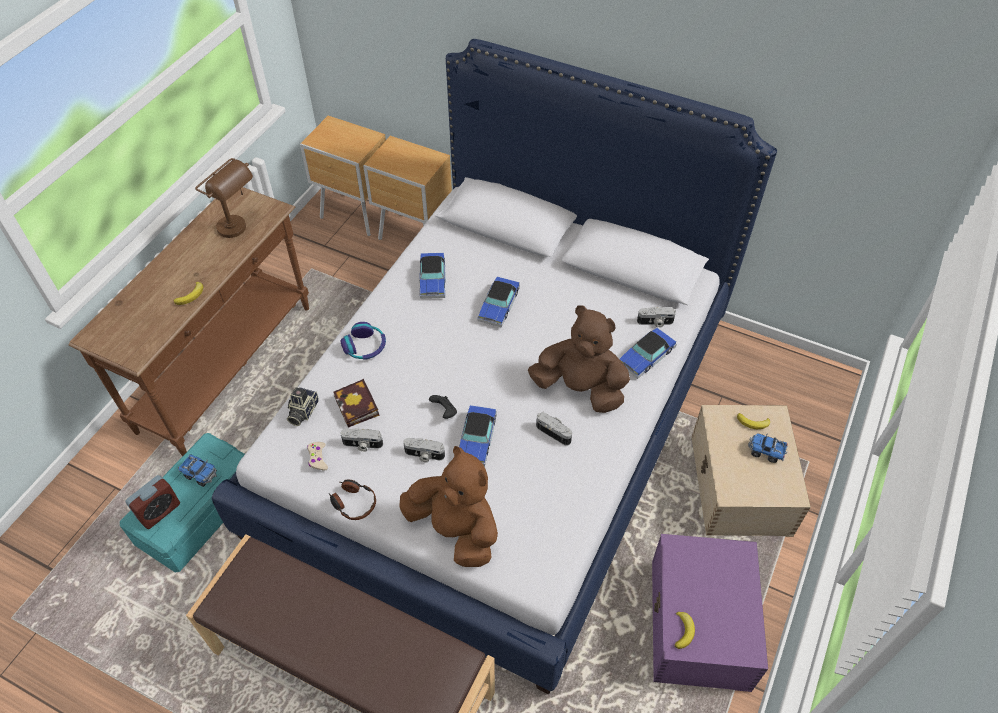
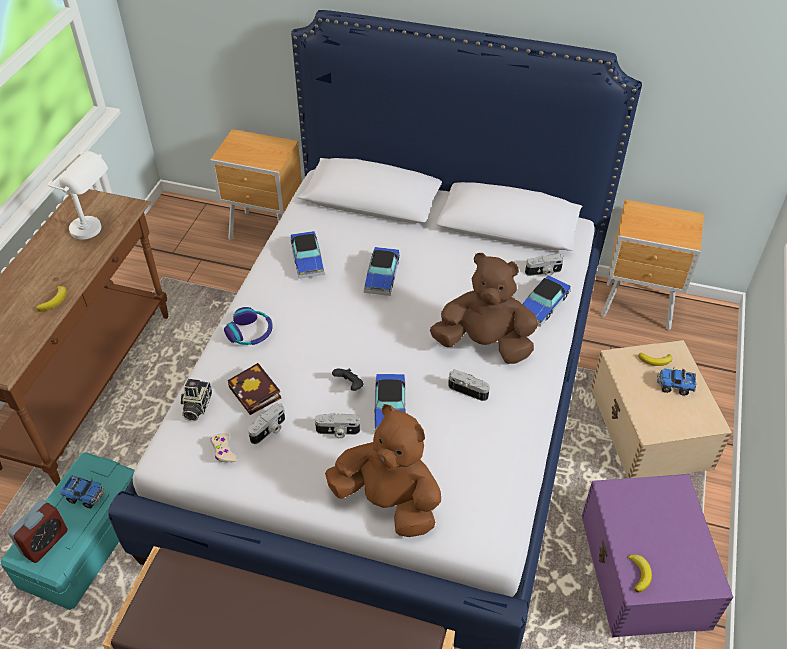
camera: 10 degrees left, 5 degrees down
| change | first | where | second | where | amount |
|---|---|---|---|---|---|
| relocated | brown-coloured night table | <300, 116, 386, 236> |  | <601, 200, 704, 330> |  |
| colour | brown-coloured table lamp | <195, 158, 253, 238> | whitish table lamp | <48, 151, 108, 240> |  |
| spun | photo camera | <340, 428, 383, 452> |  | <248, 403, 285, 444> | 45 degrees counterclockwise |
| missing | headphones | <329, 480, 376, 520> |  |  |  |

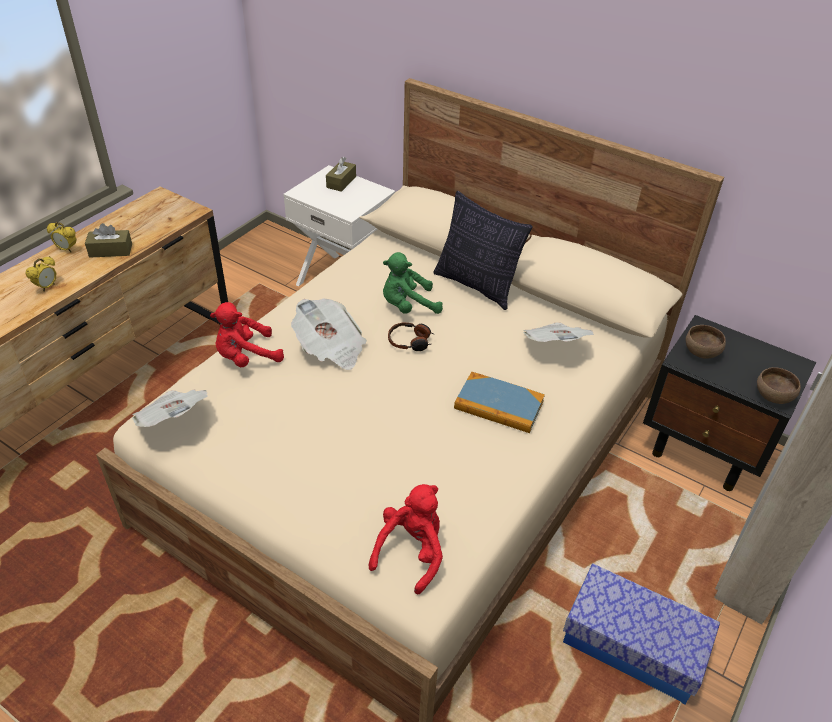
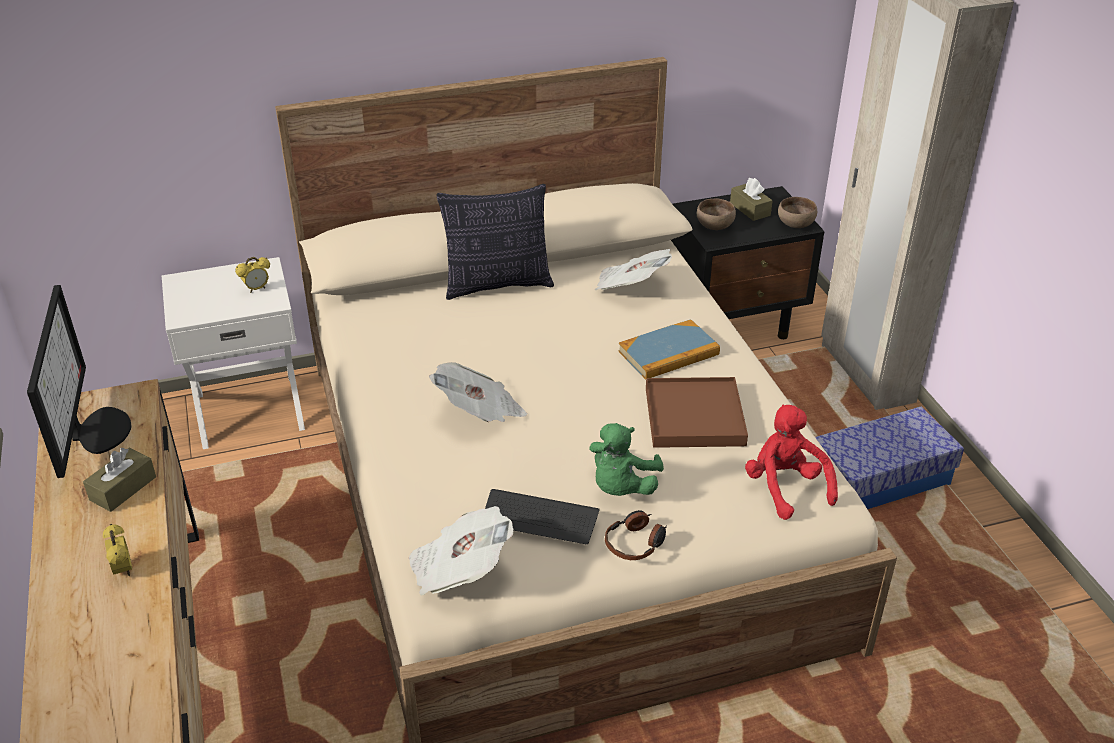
camera: 50 degrees left, 5 degrees down
| change | first | where | second | where | amount |
|---|---|---|---|---|---|
| relocated | brown-coloured box of tissues | <326, 157, 356, 192> |  | <730, 178, 773, 221> |  |
| relocated | bedside clock | <47, 222, 77, 252> |  | <235, 257, 270, 293> |  |
| relocated | green-coloured soft toy | <383, 252, 443, 314> |  | <589, 423, 664, 496> |  |
| missing | red-coloured soft toy | <210, 302, 284, 367> |  |  |  |
| relocated | headphones | <388, 323, 434, 351> |  | <605, 510, 667, 560> |  |
| appeared |  |  | monitor | <27, 285, 132, 478> |  |
| appeared |  |  | brown-coloured serving tray | <646, 377, 748, 448> |  |
| appeared |  |  | computer keyboard | <485, 489, 600, 544> |  |

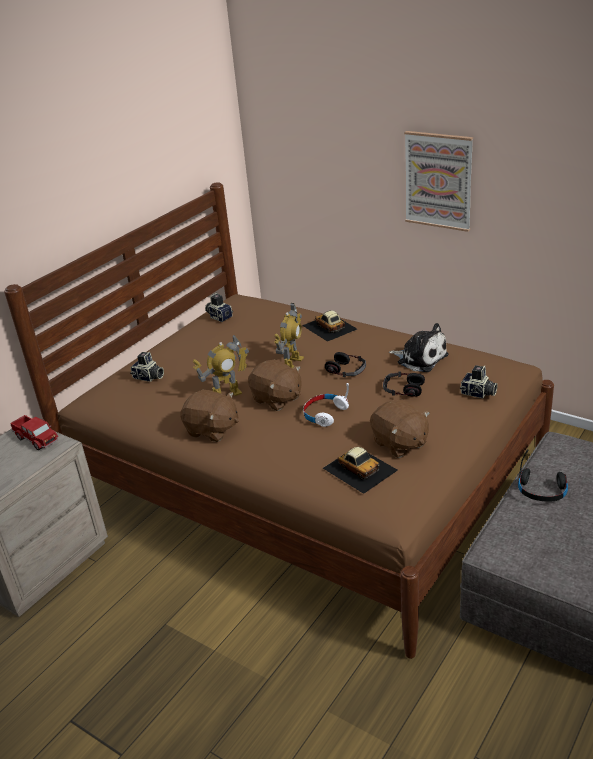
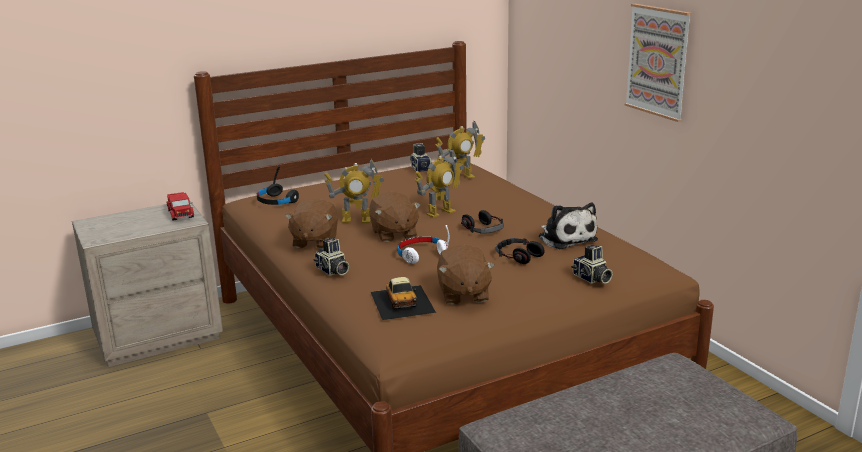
camera: 25 degrees right, 10 degrees down
| change | first | where | second | where | amount |
|---|---|---|---|---|---|
| missing | miniature car | <302, 310, 357, 342> |  |  |  |
| relocated | photo camera | <130, 352, 164, 382> |  | <313, 238, 349, 276> |  |
| spun | brown-coloured soft toy | <180, 390, 239, 442> |  | <285, 198, 338, 249> | 45 degrees clockwise |
| relocated | blackish headphones | <518, 449, 568, 502> |  | <257, 166, 299, 205> |  |
| appeared |  |  | toy robot | <436, 121, 485, 179> |  |

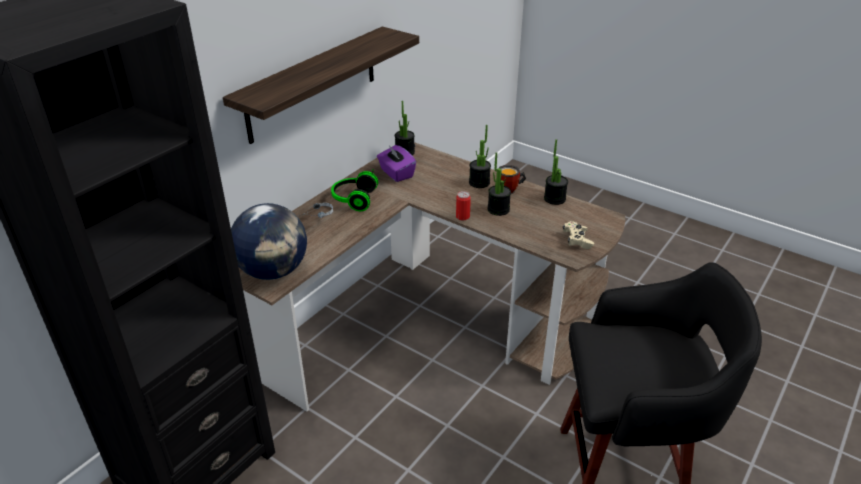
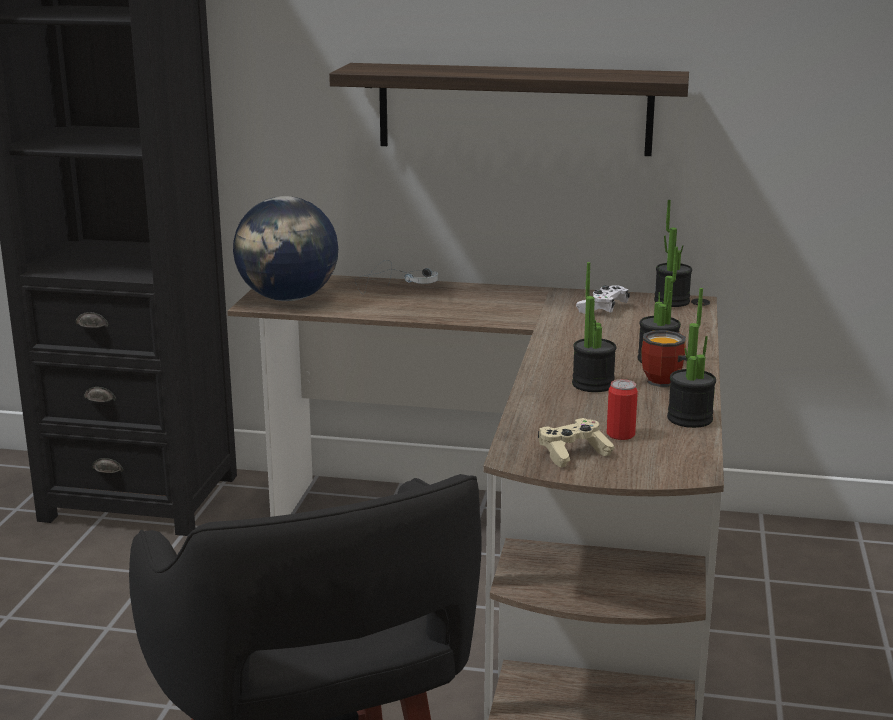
camera: 65 degrees right, 15 degrees down
| change | first | where | second | where | amount |
|---|---|---|---|---|---|
| exchanged | purple box of tissues | <377, 144, 416, 182> | whitish game controller | <576, 285, 630, 314> |  |
| missing | headphones | <331, 170, 378, 211> |  |  |  |
| relocated | metal can | <456, 191, 471, 221> |  | <607, 379, 638, 440> |  |

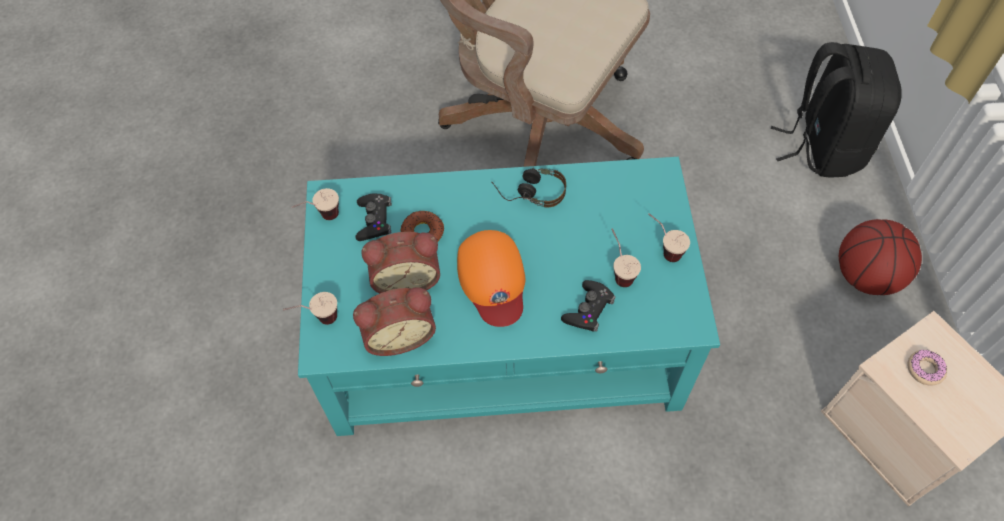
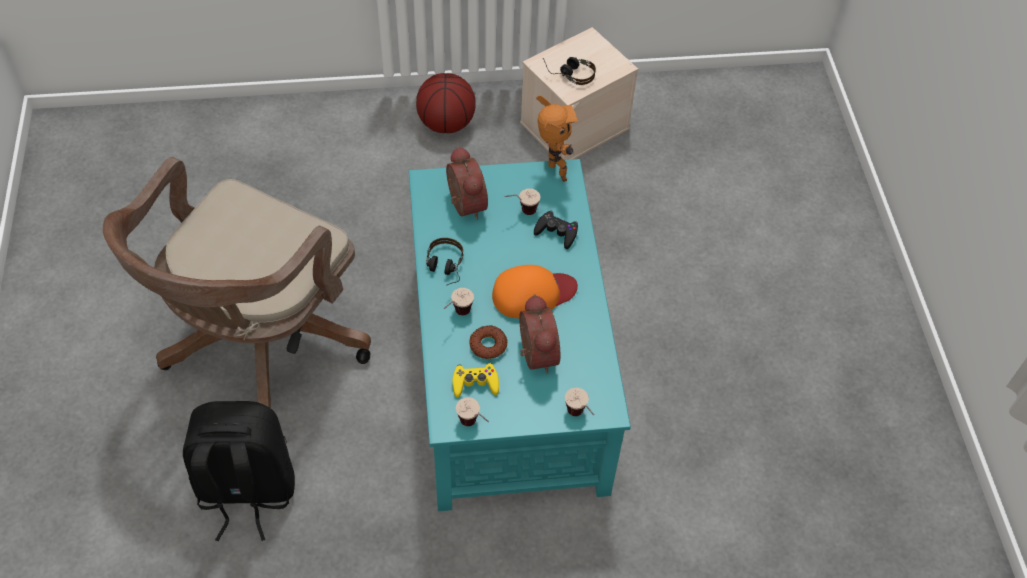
camera: 95 degrees left, 5 degrees down
| change | first | where | second | where | amount |
|---|---|---|---|---|---|
| relocated | blackish backpack | <771, 42, 902, 178> |  | <183, 401, 295, 541> |  |
| colour | blackish game controller | <355, 193, 392, 241> | yellow game controller | <452, 363, 499, 398> |  |
| relocated | cup | <648, 213, 690, 262> |  | <444, 288, 474, 315> |  |
| relocated | bedside clock | <353, 287, 436, 356> |  | <446, 146, 488, 220> |  |
| exchanged | ring doughnut | <908, 350, 947, 386> | headphones | <543, 57, 596, 85> |  |
| appeared |  |  | toy robot | <536, 95, 578, 182> |  |

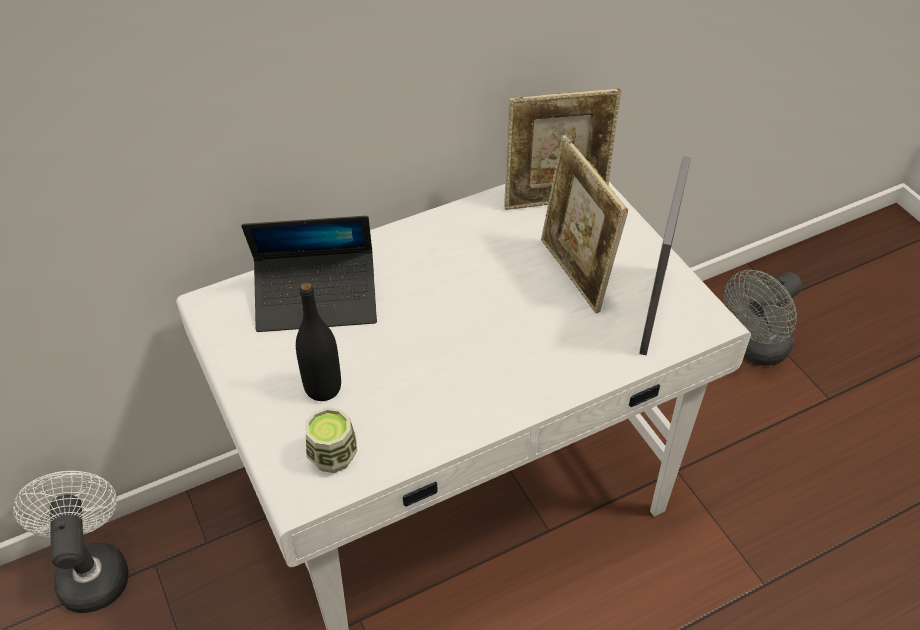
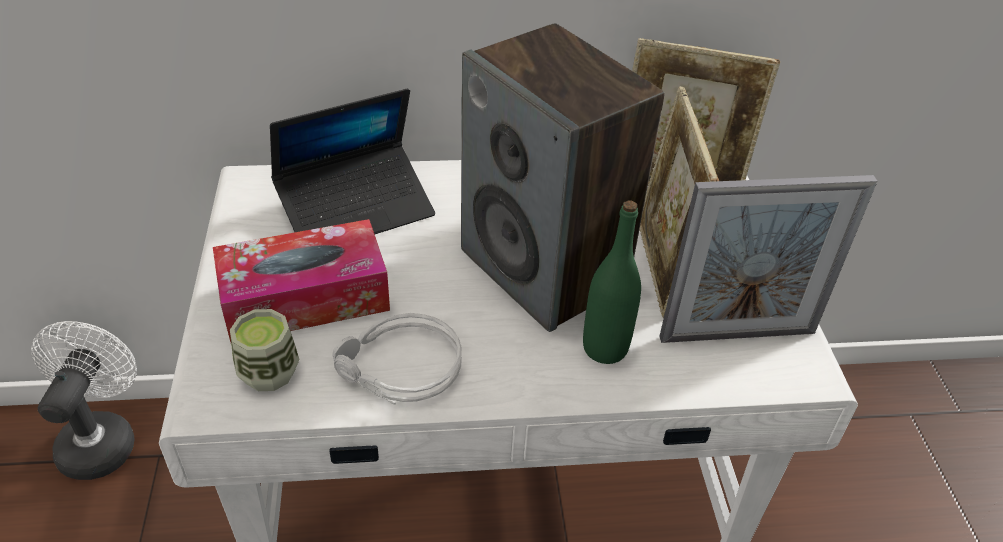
camera: 20 degrees right, 5 degrees down
| change | first | where | second | where | amount |
|---|---|---|---|---|---|
| spun | picture frame | <640, 156, 691, 355> |  | <659, 175, 878, 343> | 135 degrees counterclockwise |
| spun | notebook computer | <242, 216, 377, 332> |  | <270, 88, 435, 234> | 45 degrees counterclockwise |
| missing | grey cooling fan | <724, 270, 803, 366> |  |  |  |
| exchanged | blackish drink bottle | <296, 282, 341, 401> | box of tissues | <213, 219, 390, 342> |  |
| appeared |  |  | audio speaker | <461, 23, 664, 332> |  |
| appeared |  |  | green-coloured drink bottle | <583, 200, 641, 364> |  |
| appeared |  |  | grey headphones | <332, 313, 462, 404> |  |

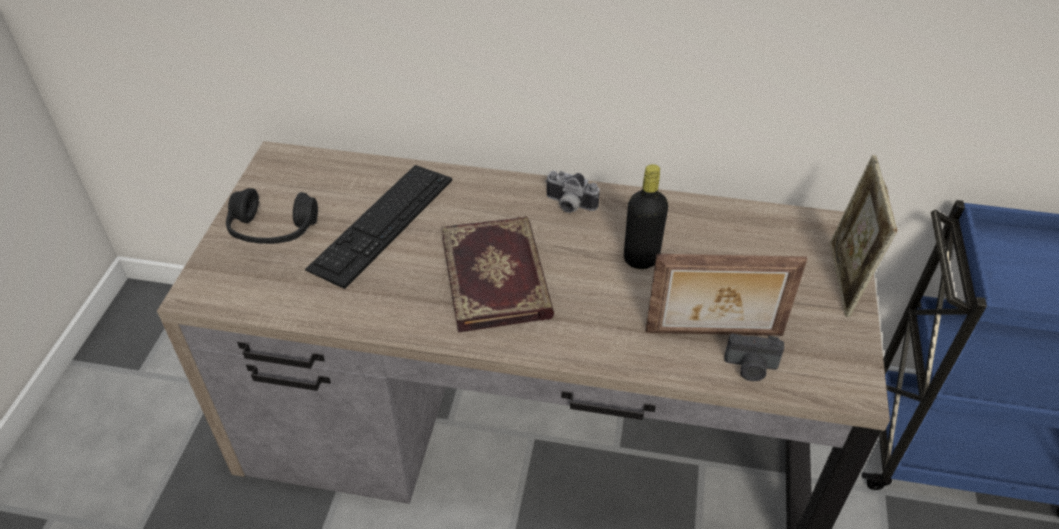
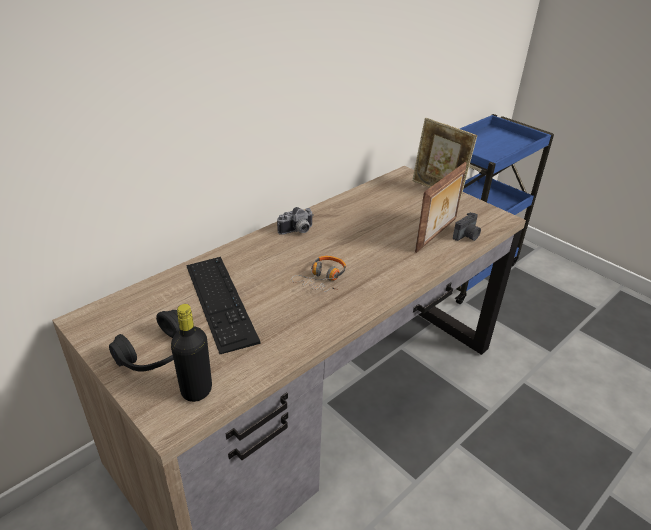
camera: 55 degrees left, 10 degrees down
| change | first | where | second | where | amount |
|---|---|---|---|---|---|
| relocated | blackish drink bottle | <624, 164, 668, 269> |  | <171, 304, 212, 402> |  |
| exchanged | volume | <441, 217, 554, 333> | headphones | <291, 256, 346, 292> |  |

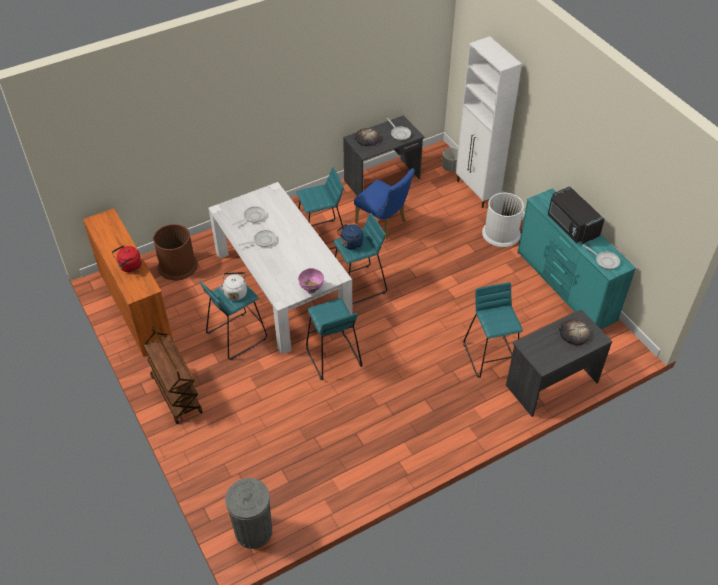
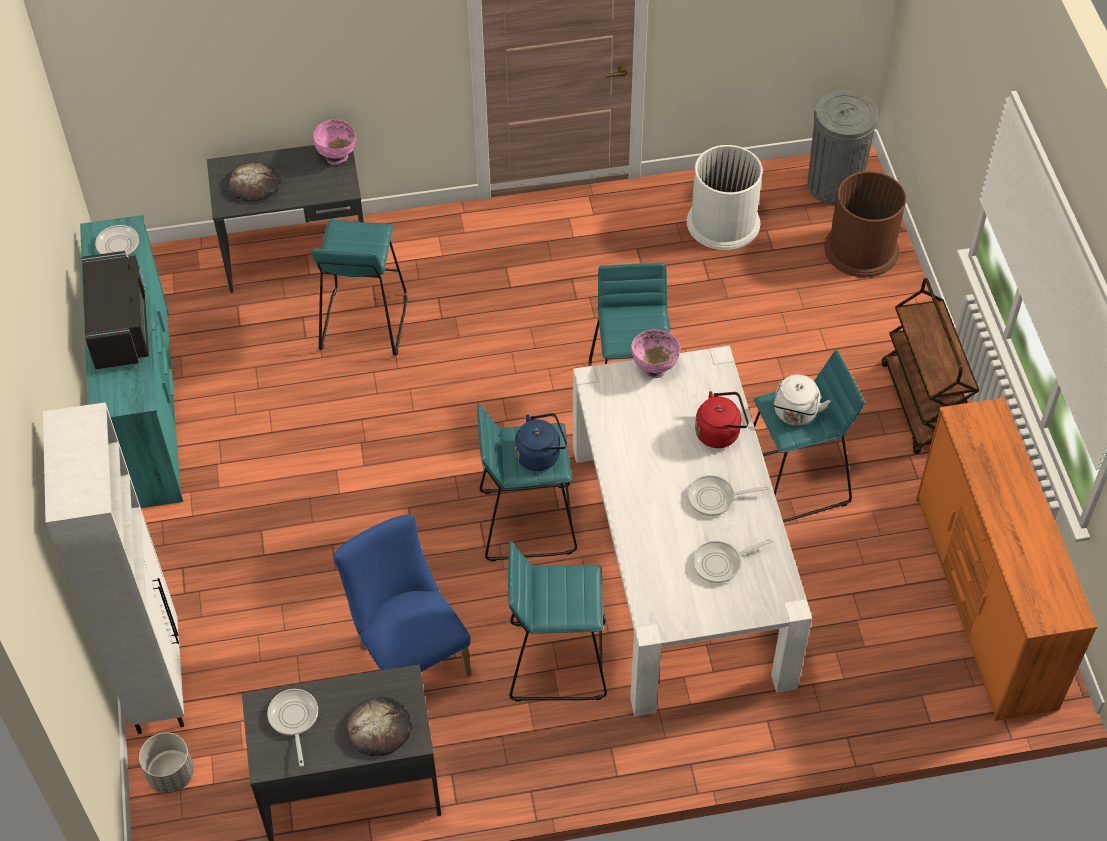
camera: 160 degrees left, 5 degrees up
| change | first | where | second | where | amount |
|---|---|---|---|---|---|
| relocated | whitish rubbish bin | <482, 193, 524, 247> |  | <687, 145, 763, 250> |  |
| relocated | brown-coloured rubbish bin | <153, 224, 198, 280> |  | <824, 171, 906, 278> |  |
| relocated | red-coloured tea kettle | <112, 245, 142, 272> |  | <695, 391, 749, 448> |  |
| appeared |  |  | pink serving bowl | <313, 120, 356, 165> |  |

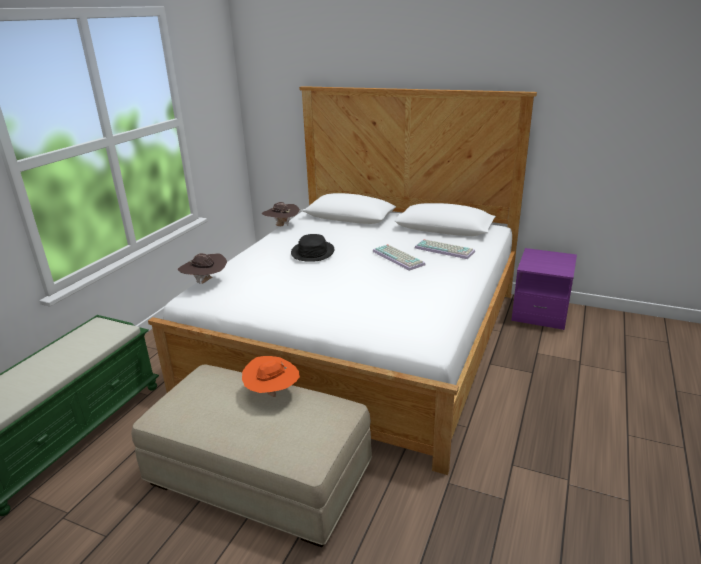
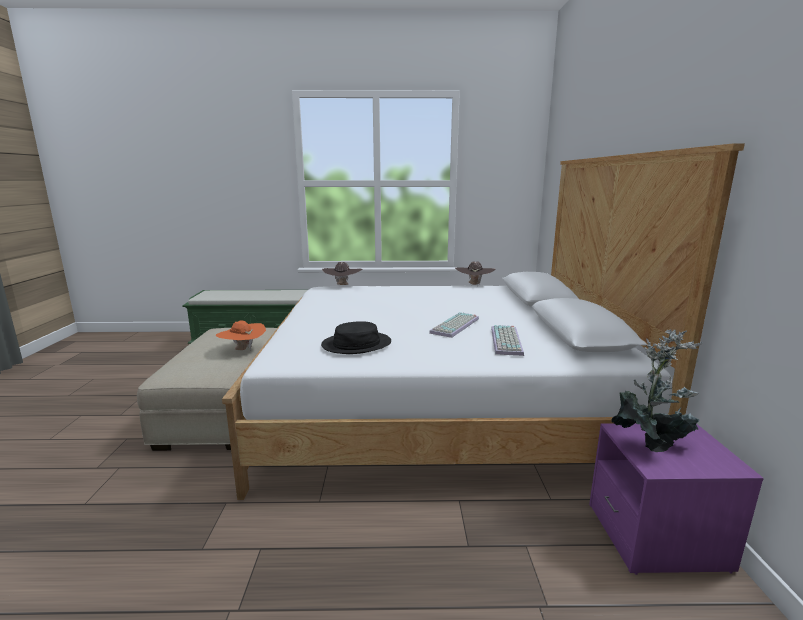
camera: 65 degrees right, 10 degrees down
| change | first | where | second | where | amount |
|---|---|---|---|---|---|
| relocated | blackish wearable hat | <291, 234, 334, 262> |  | <321, 321, 391, 354> |  |
| appeared |  |  | potted plant | <611, 330, 702, 452> |  |

